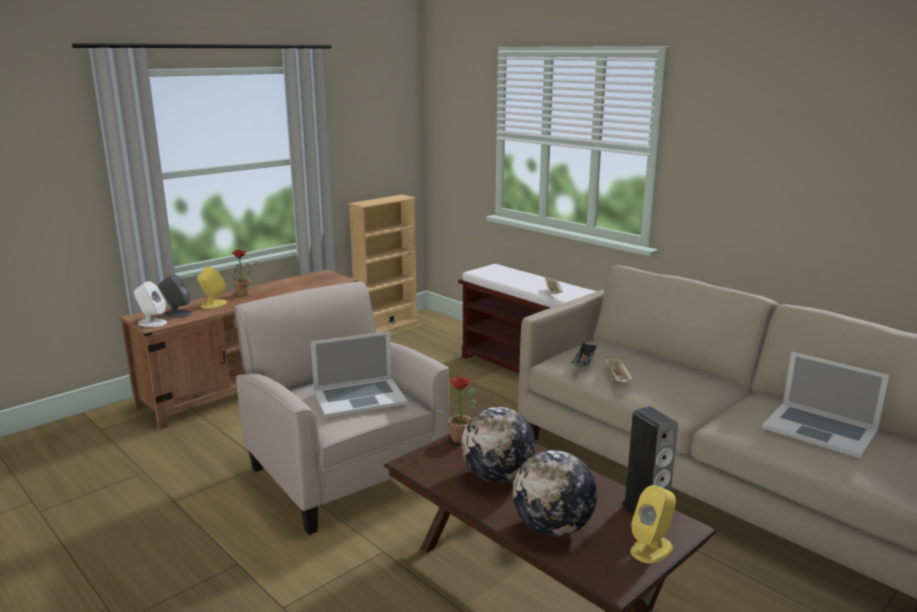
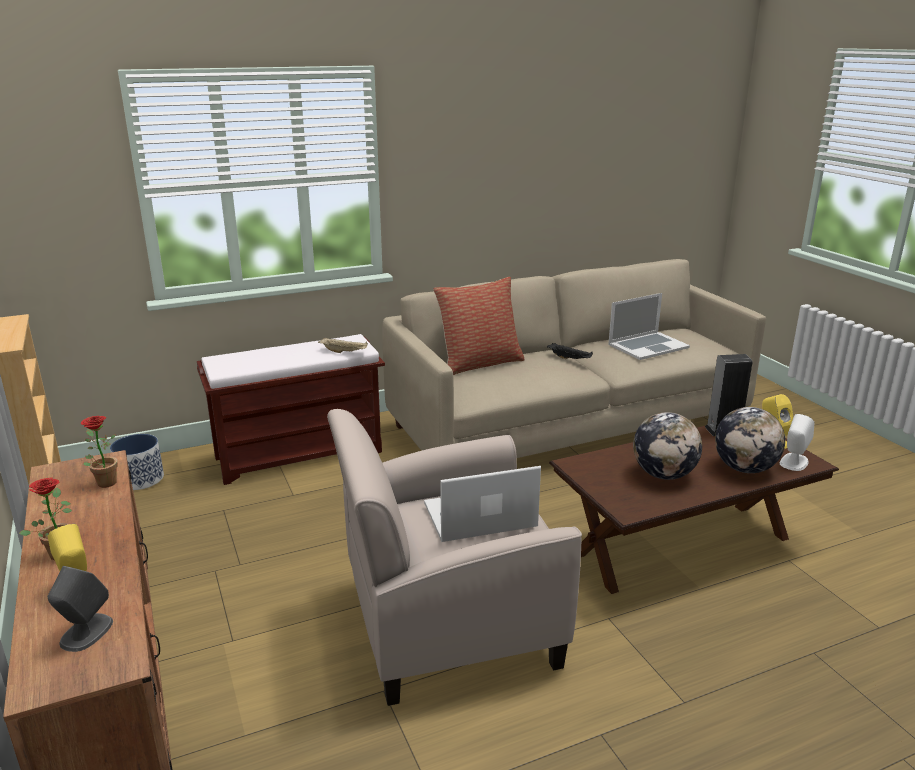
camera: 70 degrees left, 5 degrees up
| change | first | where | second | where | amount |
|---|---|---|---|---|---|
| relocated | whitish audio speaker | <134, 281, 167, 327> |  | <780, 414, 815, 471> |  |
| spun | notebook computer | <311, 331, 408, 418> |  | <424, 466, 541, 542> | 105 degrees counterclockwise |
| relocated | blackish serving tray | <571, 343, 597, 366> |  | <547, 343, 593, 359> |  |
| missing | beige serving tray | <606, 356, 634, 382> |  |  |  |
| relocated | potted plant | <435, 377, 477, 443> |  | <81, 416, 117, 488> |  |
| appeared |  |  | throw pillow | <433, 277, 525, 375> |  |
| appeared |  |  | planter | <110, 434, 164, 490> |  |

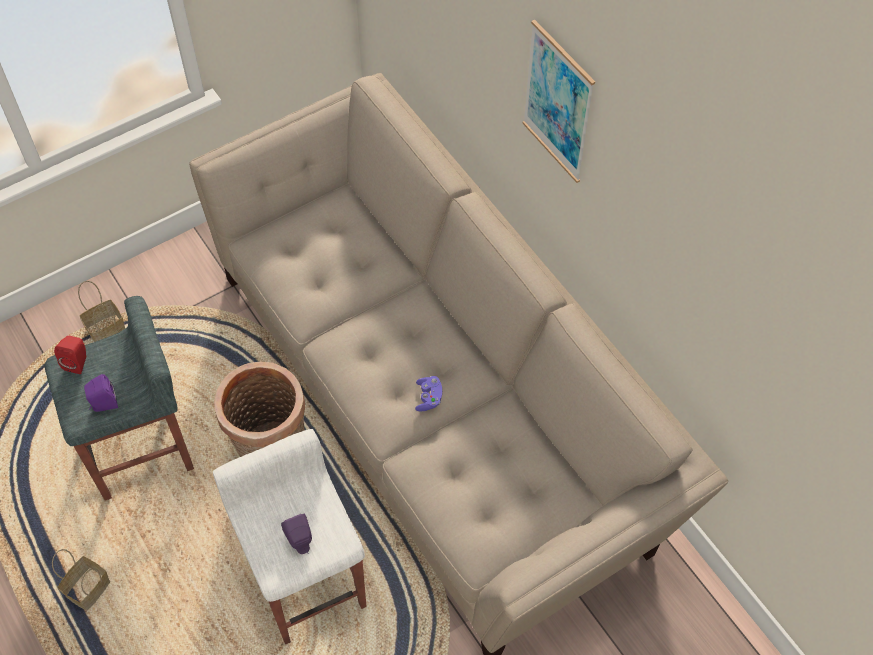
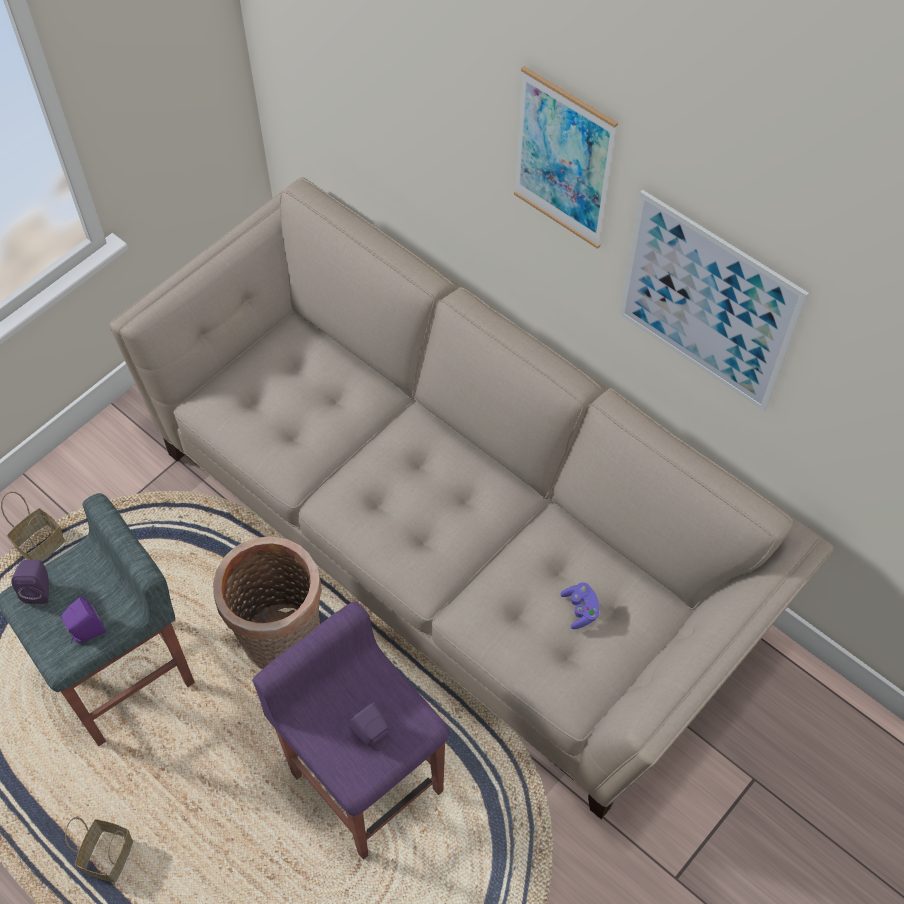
camera: 15 degrees left, 0 degrees up
| change | first | where | second | where | amount |
|---|---|---|---|---|---|
| colour | red-coloured audio speaker | <54, 336, 86, 374> | purple audio speaker | <11, 560, 49, 604> |  |
| relocated | purple game controller | <415, 376, 442, 411> |  | <560, 582, 600, 629> |  |
| colour | whitish stool seat | <213, 429, 367, 645> | purple stool seat | <252, 601, 450, 860> |  |
| appeared |  |  | wall art | <619, 190, 809, 412> |  |

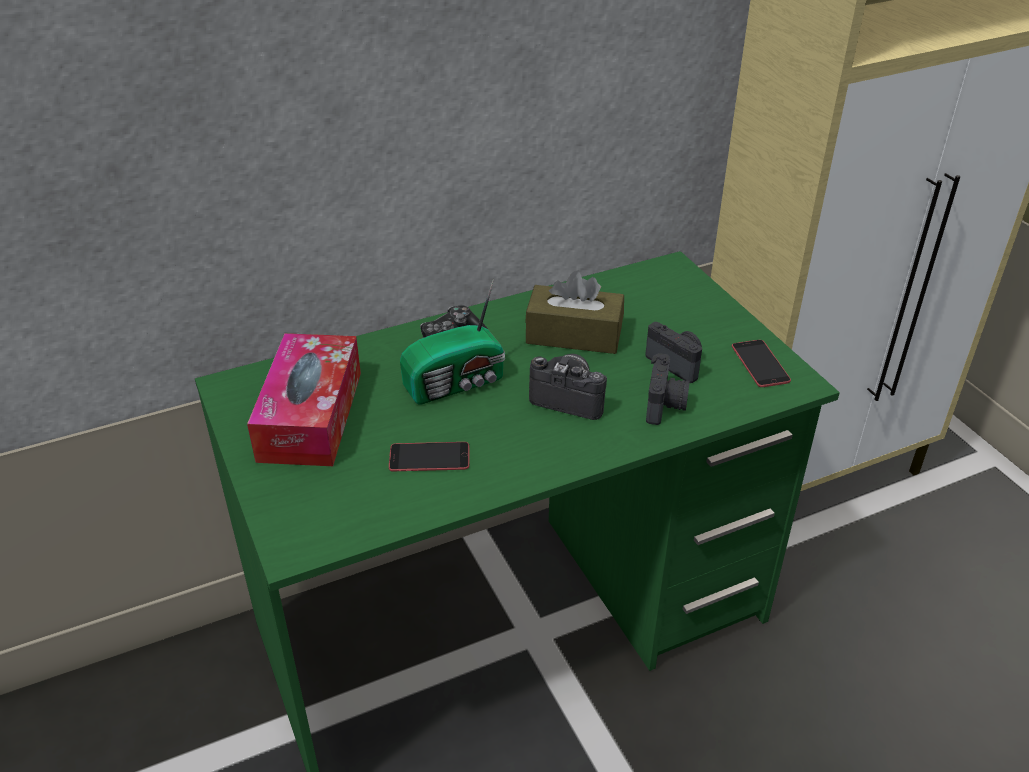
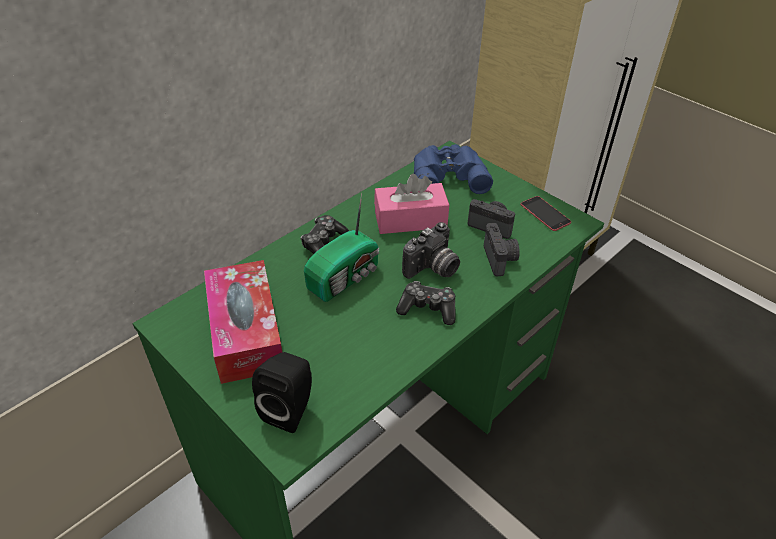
camera: 20 degrees left, 5 degrees up
| change | first | where | second | where | amount |
|---|---|---|---|---|---|
| colour | brown-coloured box of tissues | <525, 271, 624, 354> | pink box of tissues | <374, 174, 449, 234> |  |
| spun | photo camera | <529, 354, 607, 420> |  | <402, 222, 460, 279> | 135 degrees clockwise |
| missing | phone | <389, 442, 470, 471> |  |  |  |
| appeared |  |  | blue field glasses | <414, 144, 493, 194> |  |
| appeared |  |  | game controller | <396, 281, 456, 325> |  |
| appeared |  |  | blackish audio speaker | <252, 352, 312, 433> |  |

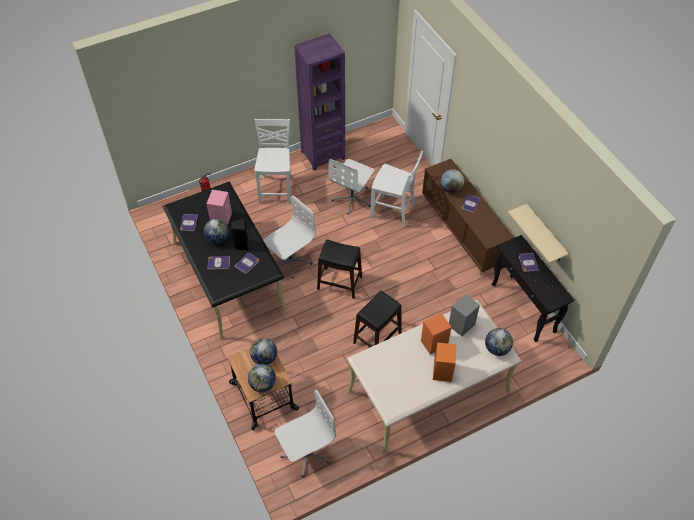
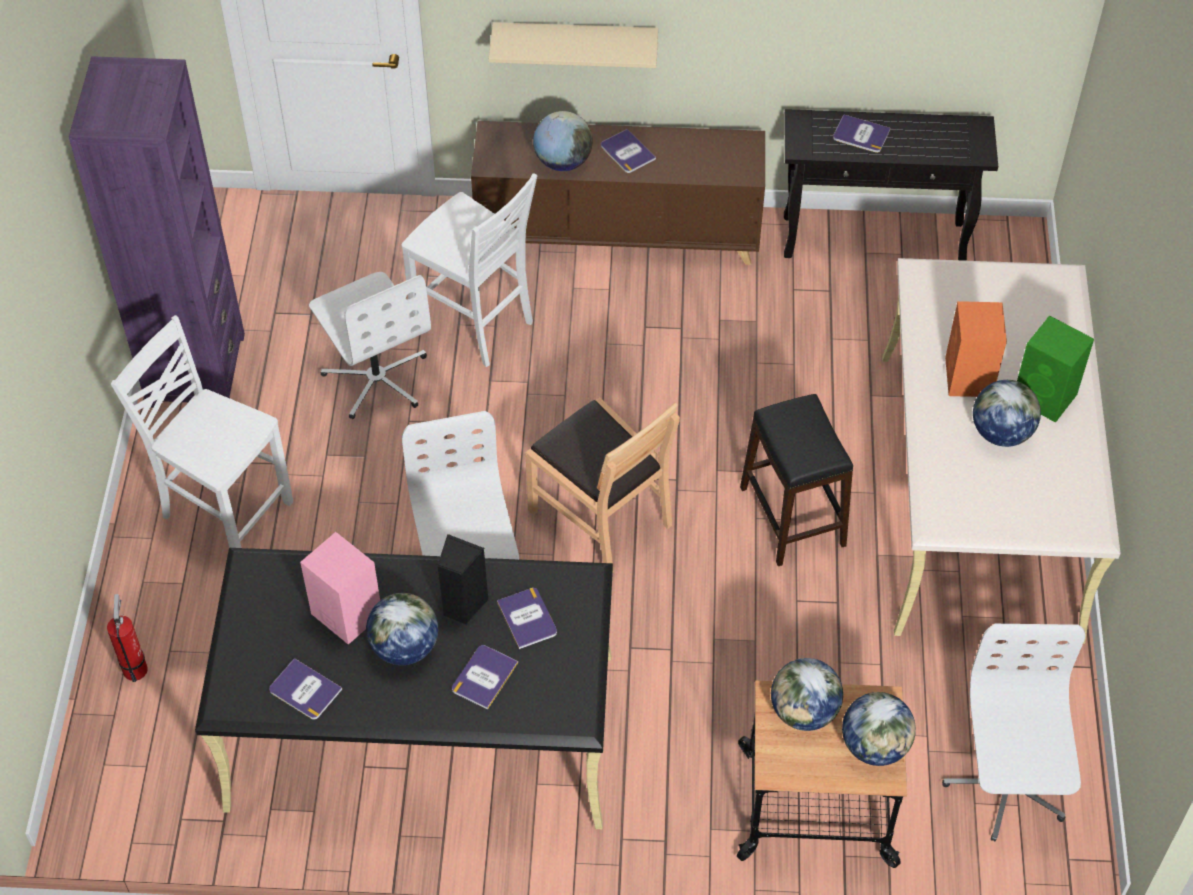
camera: 60 degrees left, 0 degrees up
| change | first | where | second | where | amount |
|---|---|---|---|---|---|
| spun | whitish chair | <370, 151, 423, 228> |  | <401, 173, 537, 367> | 75 degrees clockwise |
| relocated | beige bracket shelf | <508, 204, 569, 263> |  | <489, 22, 658, 68> |  |
| exchanged | blackish stool seat | <317, 239, 362, 299> | brown-coloured chair | <525, 397, 680, 572> |  |
| missing | grey audio speaker | <449, 294, 480, 337> |  |  |  |
| relocated | desk globe | <485, 328, 513, 356> |  | <973, 380, 1041, 447> |  |
| colour | orangey audio speaker | <433, 342, 457, 382> | green-coloured audio speaker | <1017, 315, 1094, 423> |  |

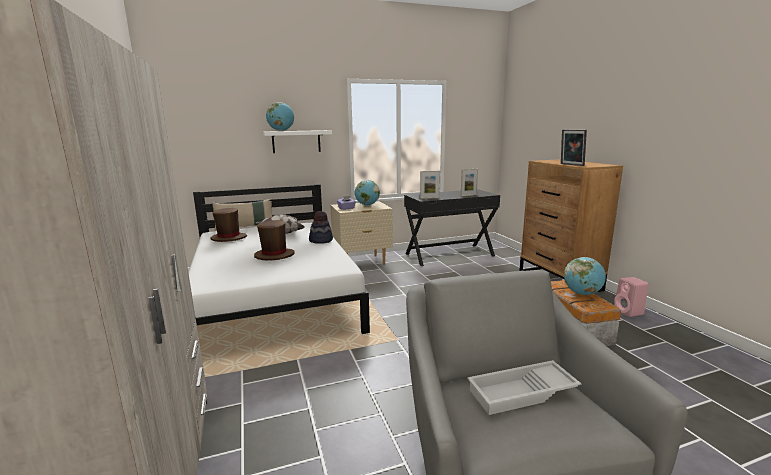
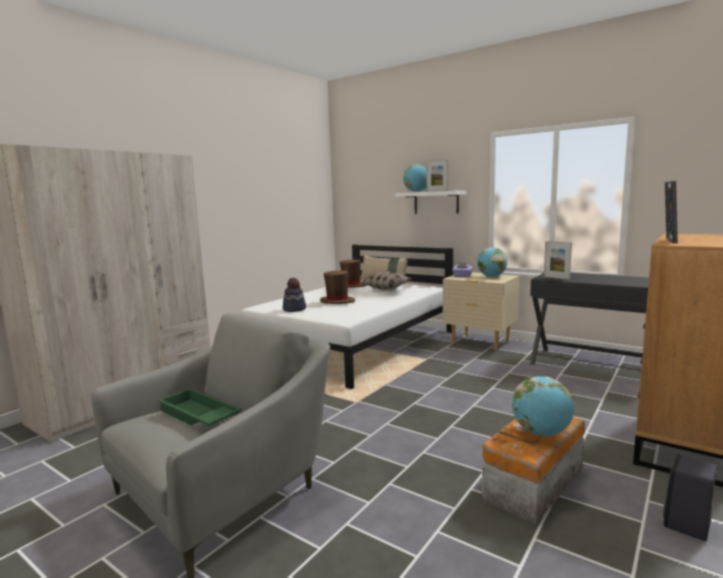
camera: 55 degrees right, 5 degrees down
| change | first | where | second | where | amount |
|---|---|---|---|---|---|
| relocated | picture frame | <461, 168, 478, 197> |  | <426, 159, 448, 192> |  |
| relocated | wearable hat | <309, 211, 333, 244> |  | <283, 278, 306, 312> |  |
| colour | pink audio speaker | <614, 277, 649, 317> | blackish audio speaker | <663, 454, 717, 541> |  |
| colour | whitish serving tray | <467, 360, 581, 415> | green-coloured serving tray | <158, 388, 242, 426> |  |

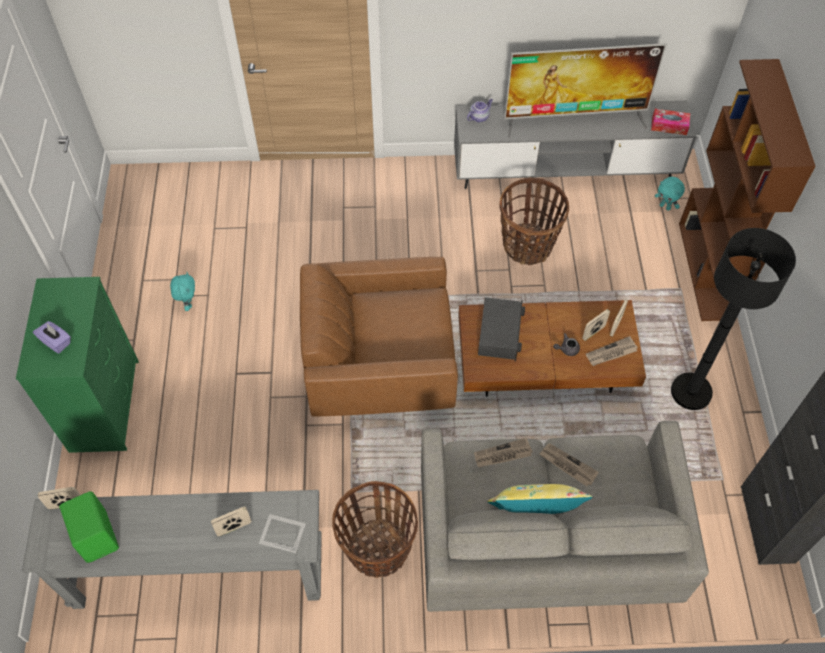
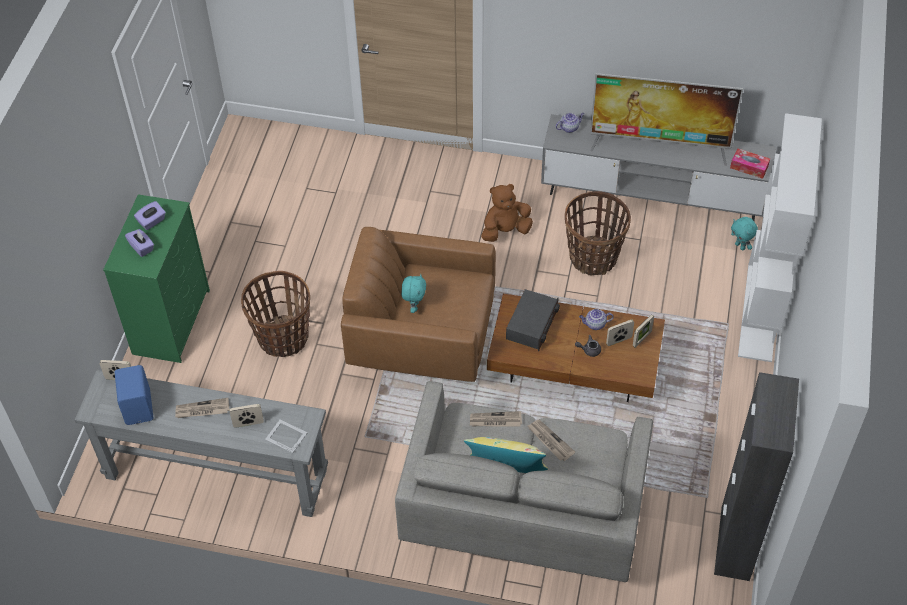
camera: 15 degrees right, 5 degrees down
| change | first | where | second | where | amount |
|---|---|---|---|---|---|
| colour | brown-coloured bookshelf | <679, 59, 816, 321> | whitish bookshelf | <738, 113, 822, 362> |  |
| missing | blackish standing lamp | <671, 228, 796, 410> |  |  |  |
| relocated | turquoise soft toy | <170, 272, 195, 311> |  | <401, 274, 426, 313> |  |
| relocated | printed paper | <586, 336, 638, 366> |  | <175, 398, 230, 418> |  |
| relocated | basket | <332, 481, 418, 578> |  | <241, 271, 310, 357> |  |
| colour | green-coloured audio speaker | <59, 491, 119, 563> | blue audio speaker | <115, 365, 153, 425> |  |
| appeared |  |  | brown-coloured soft toy | <481, 184, 533, 242> |  |
| appeared |  |  | purple box of tissues | <134, 201, 166, 230> |  |
| appeared |  |  | pot for tea | <579, 309, 614, 330> |  |

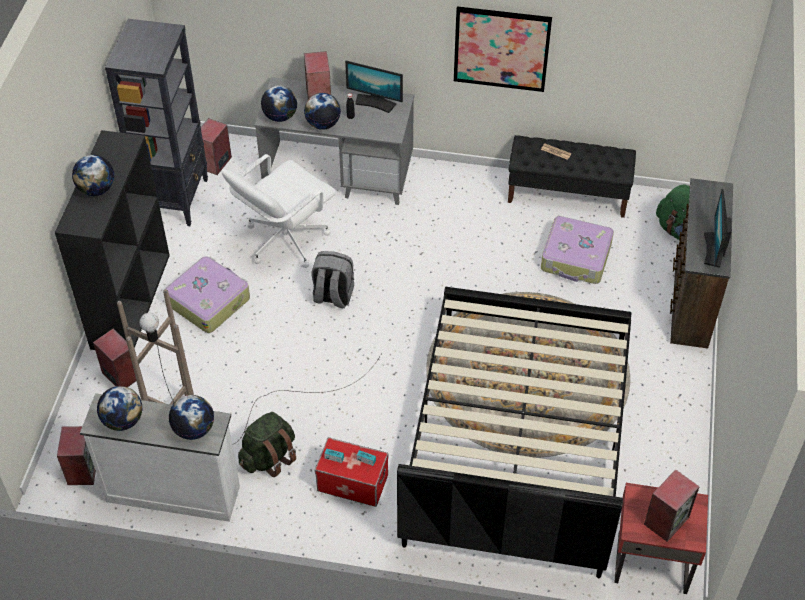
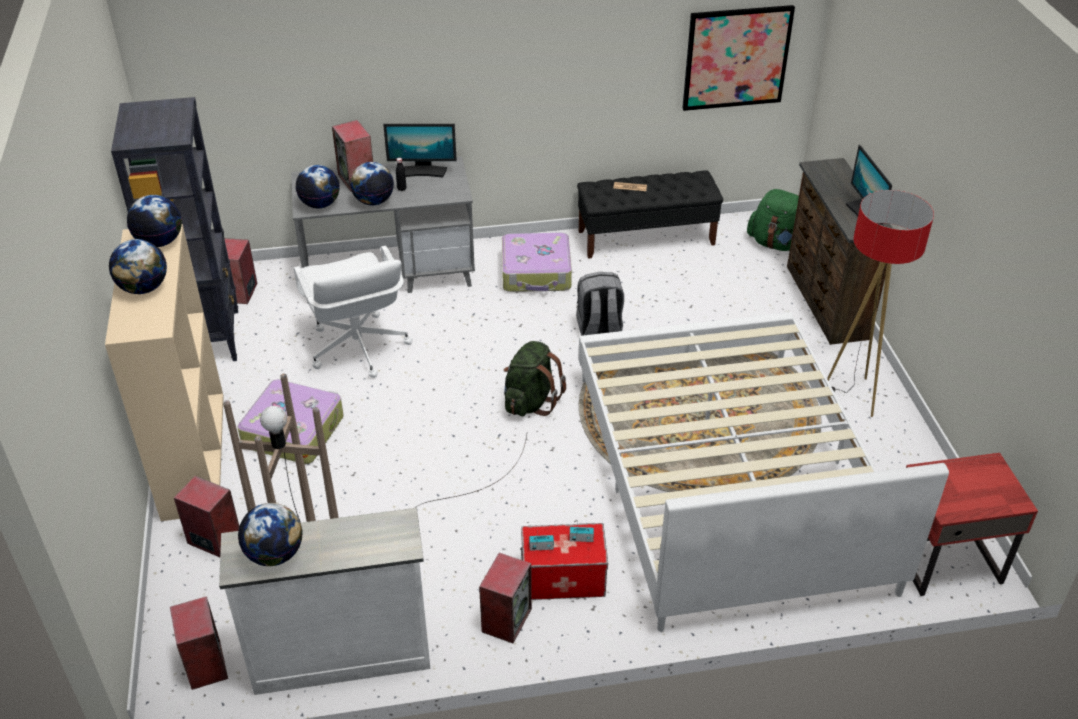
camera: 20 degrees left, 10 degrees down
| change | first | where | second | where | amount |
|---|---|---|---|---|---|
| relocated | wall art | <454, 6, 552, 92> |  | <682, 5, 795, 111> |  |
| colour | blackish bookshelf | <55, 130, 170, 350> | beige bookshelf | <105, 224, 224, 521> |  |
| spun | whitish computer chair | <222, 154, 336, 268> |  | <294, 246, 412, 378> | 45 degrees counterclockwise |
| relocated | suitcase | <541, 216, 614, 284> |  | <502, 233, 572, 292> |  |
| relocated | grey backpack | <312, 251, 354, 308> |  | <576, 272, 624, 336> |  |
| colour | blackish bedroom bed | <397, 287, 631, 578> | whitish bedroom bed | <579, 312, 949, 632> |  |
| relocated | desk globe | <169, 395, 214, 440> |  | <127, 195, 182, 247> |  |
| relocated | green-coloured backpack | <238, 412, 296, 477> |  | <504, 341, 566, 416> |  |
| relocated | audio speaker | <644, 469, 700, 542> |  | <479, 553, 532, 643> |  |
| appeared |  |  | standing lamp | <827, 190, 934, 417> |  |

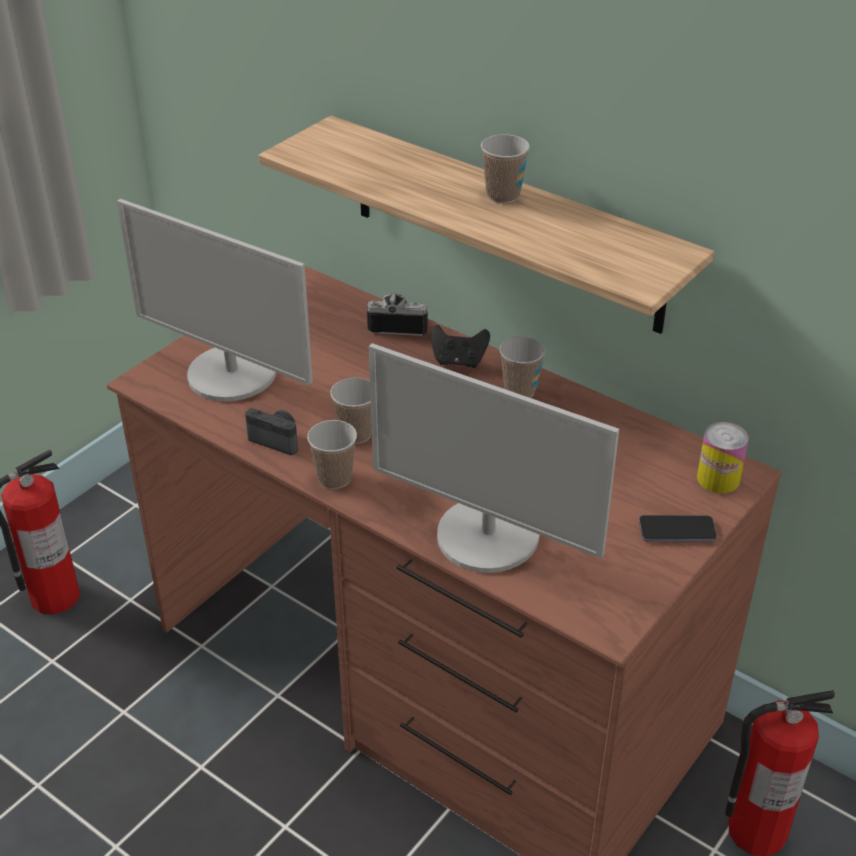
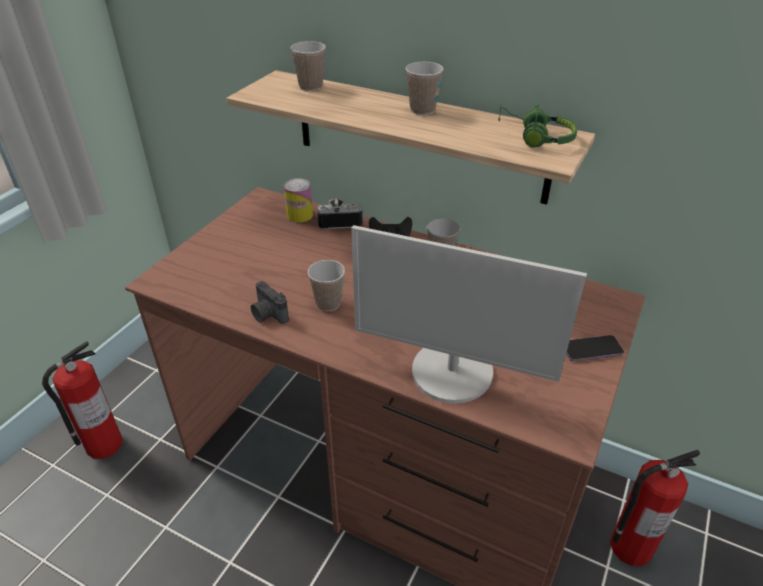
camera: 10 degrees left, 0 degrees up
| change | first | where | second | where | amount |
|---|---|---|---|---|---|
| missing | monitor | <117, 199, 313, 401> |  |  |  |
| spun | photo camera | <245, 408, 298, 455> |  | <251, 281, 289, 324> | 150 degrees counterclockwise |
| relocated | cup | <307, 420, 357, 489> |  | <291, 41, 326, 91> |  |
| relocated | metal can | <697, 422, 749, 493> |  | <284, 178, 313, 223> |  |
| appeared |  |  | green-coloured headphones | <499, 104, 578, 148> |  |

